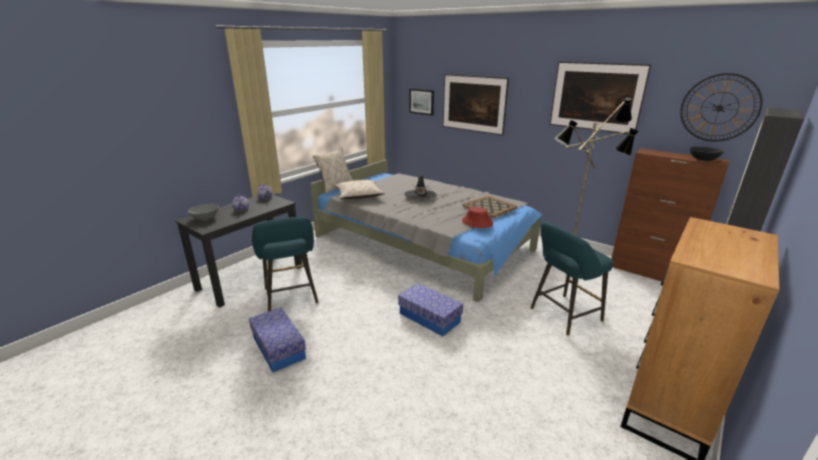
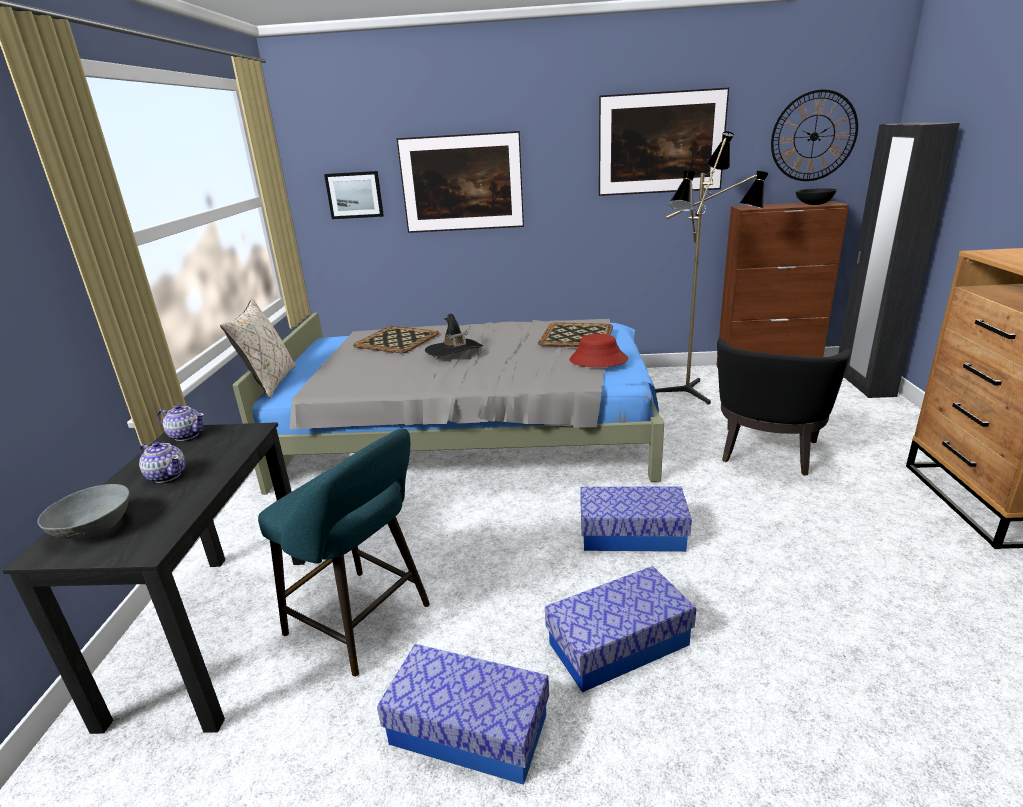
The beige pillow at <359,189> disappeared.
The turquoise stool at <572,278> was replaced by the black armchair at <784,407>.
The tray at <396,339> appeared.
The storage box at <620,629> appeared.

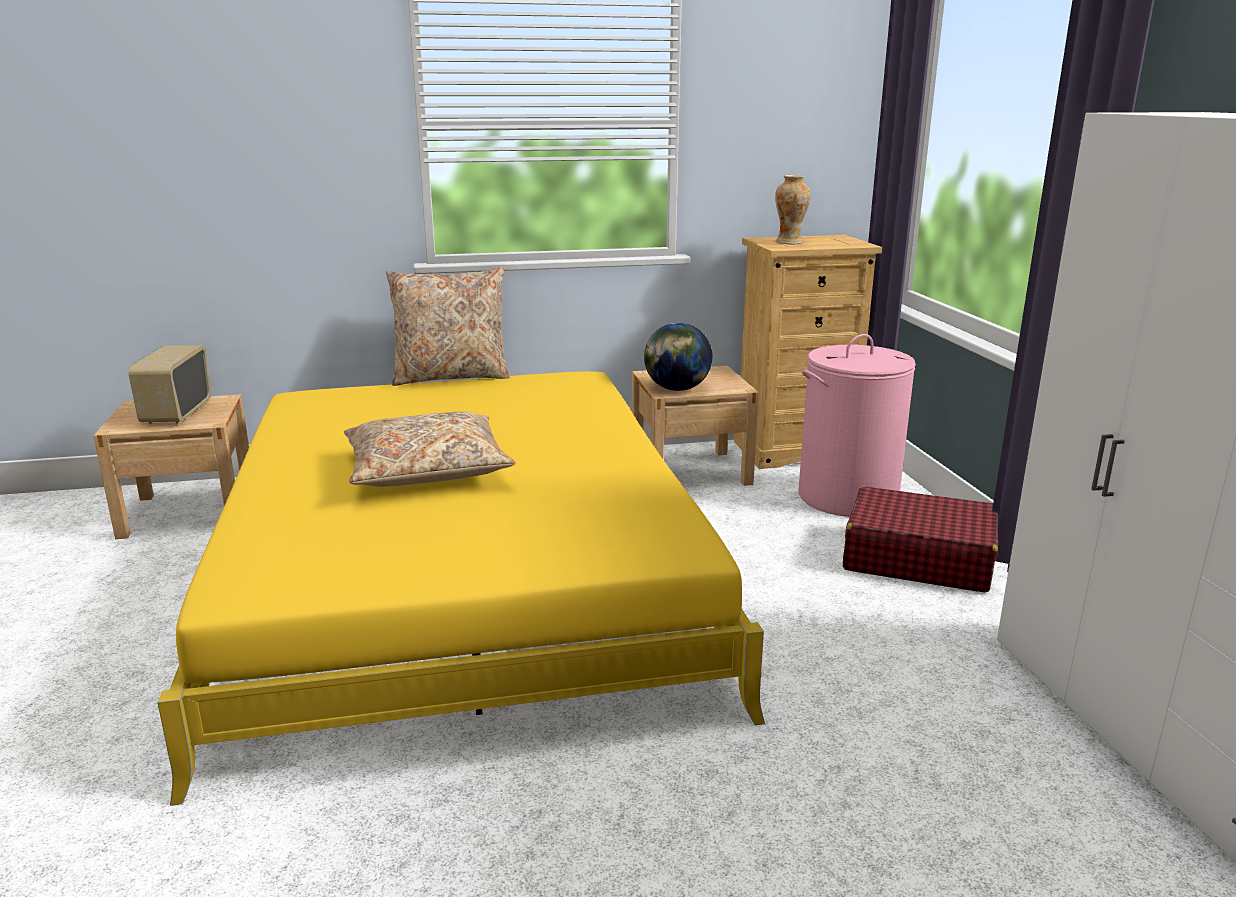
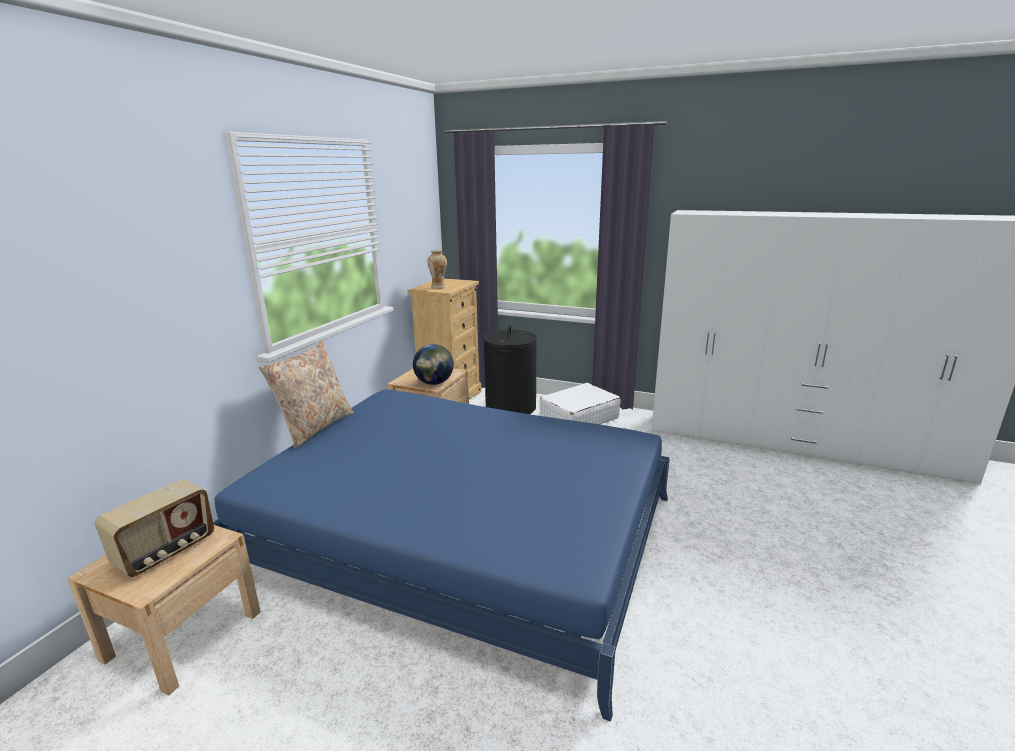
The pink laundry basket at <857,425> became the black laundry basket at <510,369>.
The radio at <170,384> turned 90 degrees counterclockwise.
The yellow bed at <461,588> became the blue bed at <441,555>.
The beige pillow at <430,449> disappeared.
The red suitcase at <920,539> became the white suitcase at <579,403>.

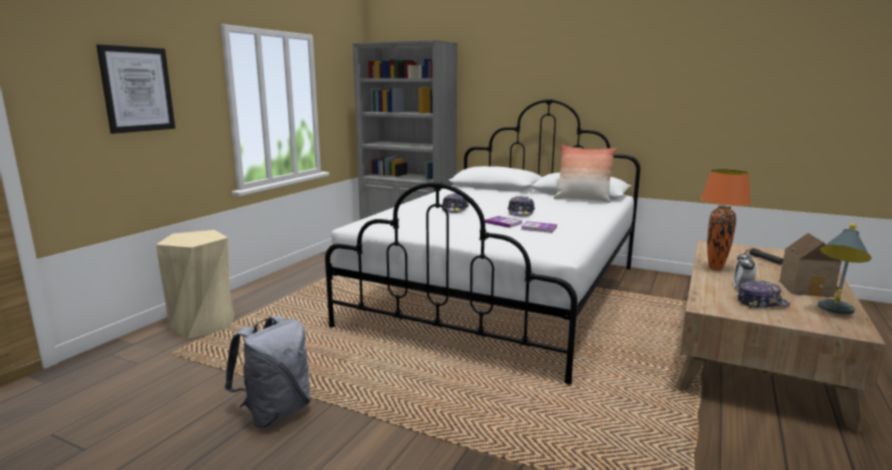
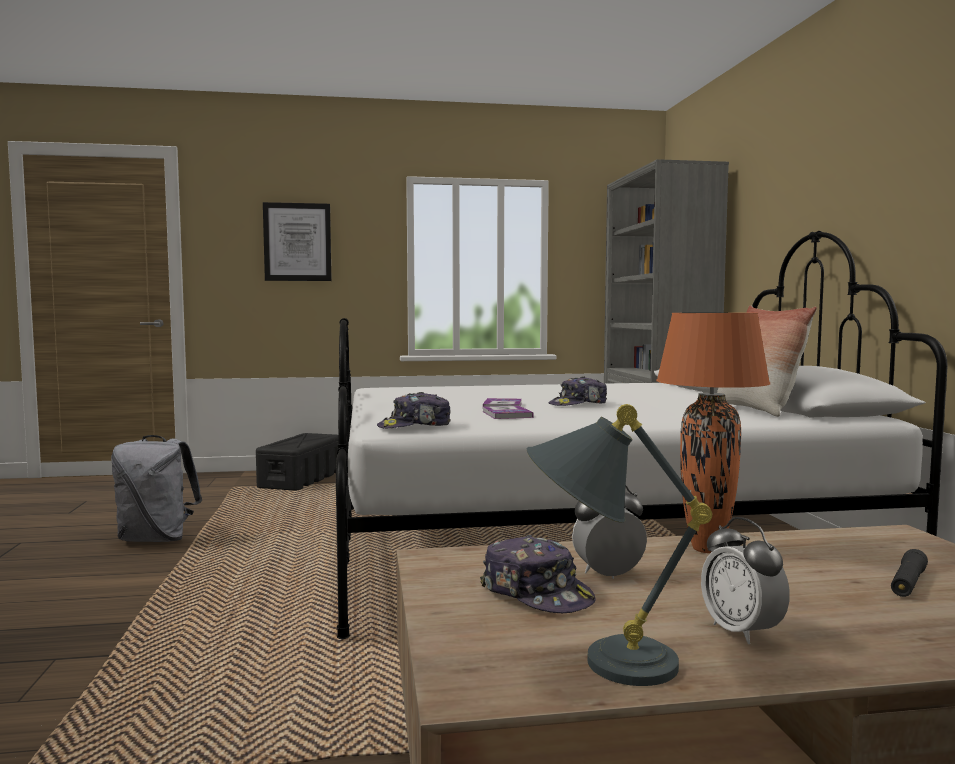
The cap moved from <455,203> to <414,410>.
The beige stool at <195,284> was replaced by the black storage box at <297,462>.
The toy house at <810,265> was replaced by the alarm clock at <745,580>.

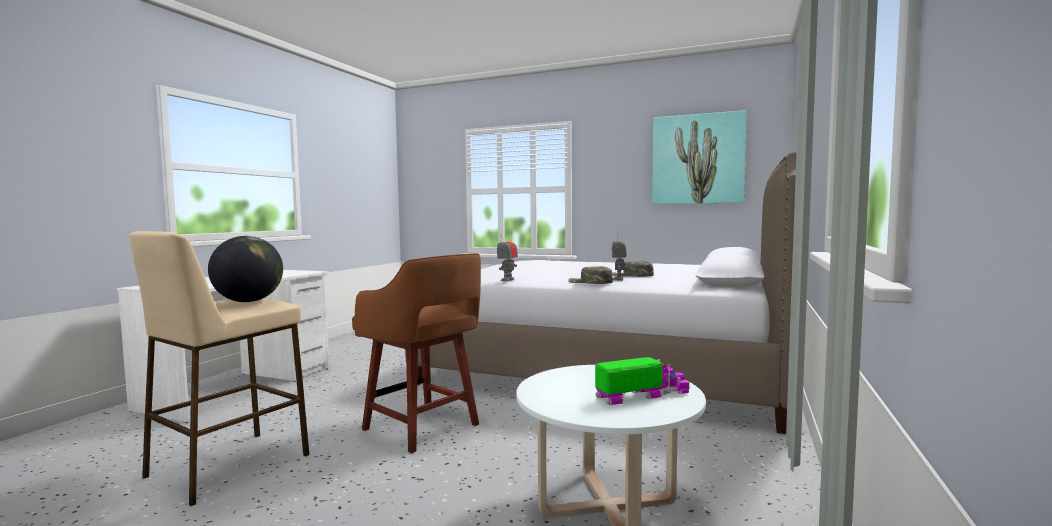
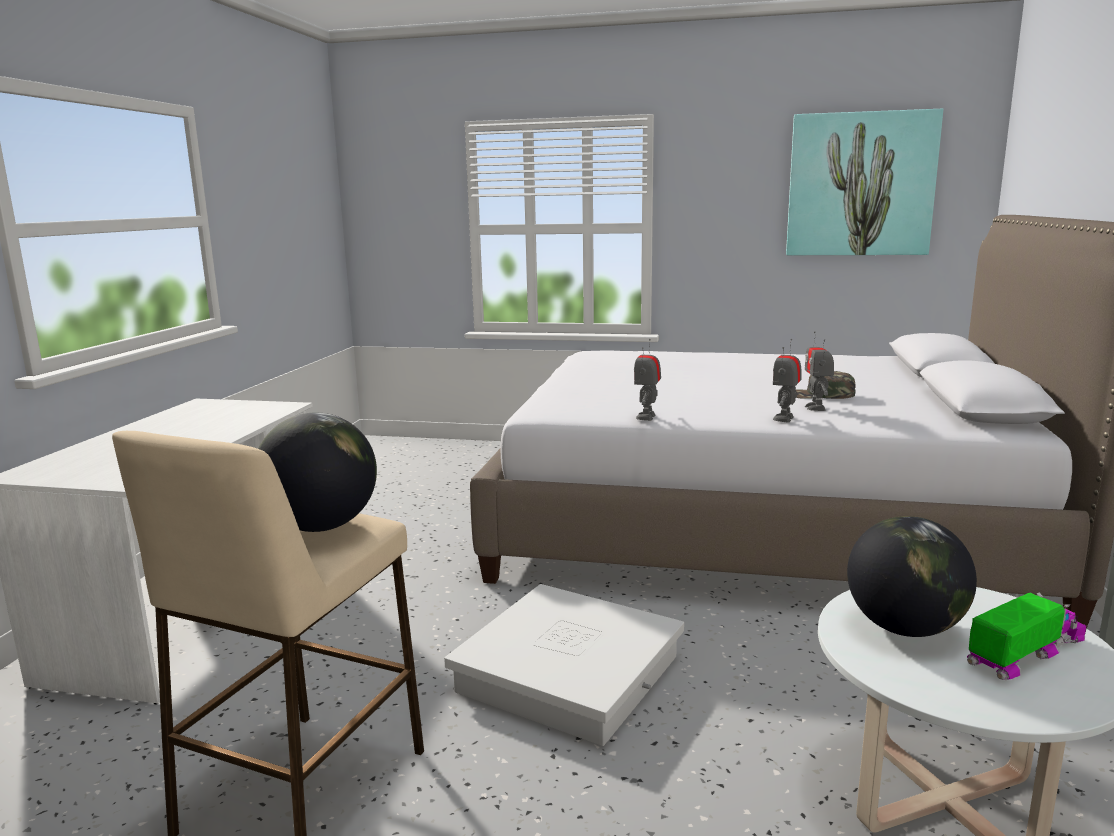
The brown stool at <416,353> was replaced by the white storage box at <564,665>.
The green cap at <590,275> was replaced by the toy robot at <787,381>.
The globe at <912,576> appeared.

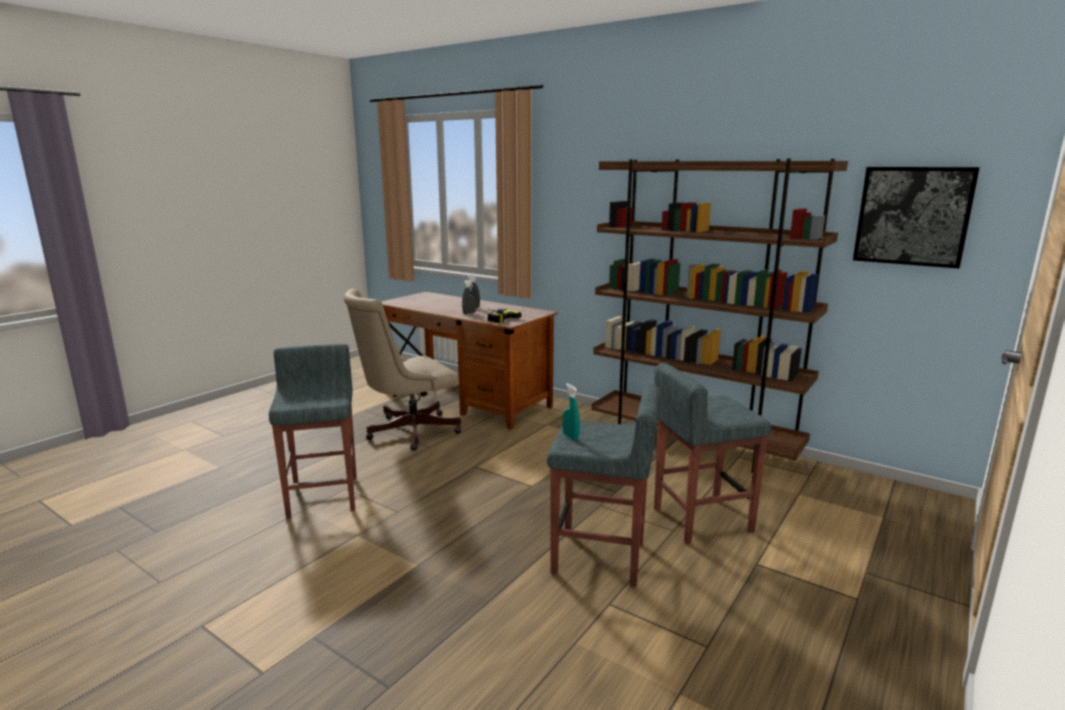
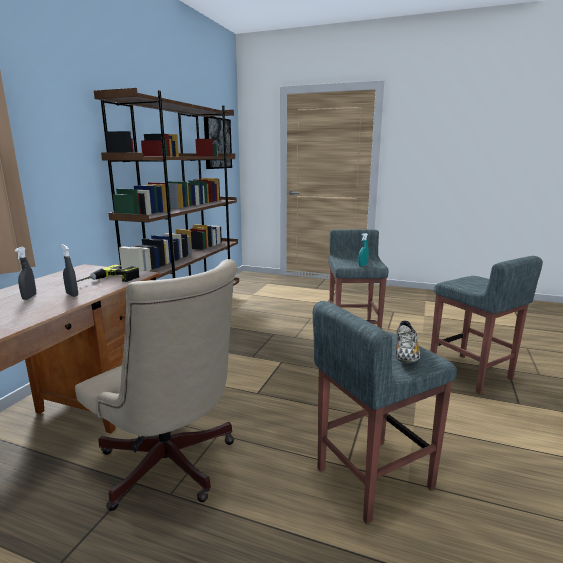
The grey stool moved from <713,453> to <487,325>.
The shoe at <408,342> appeared.

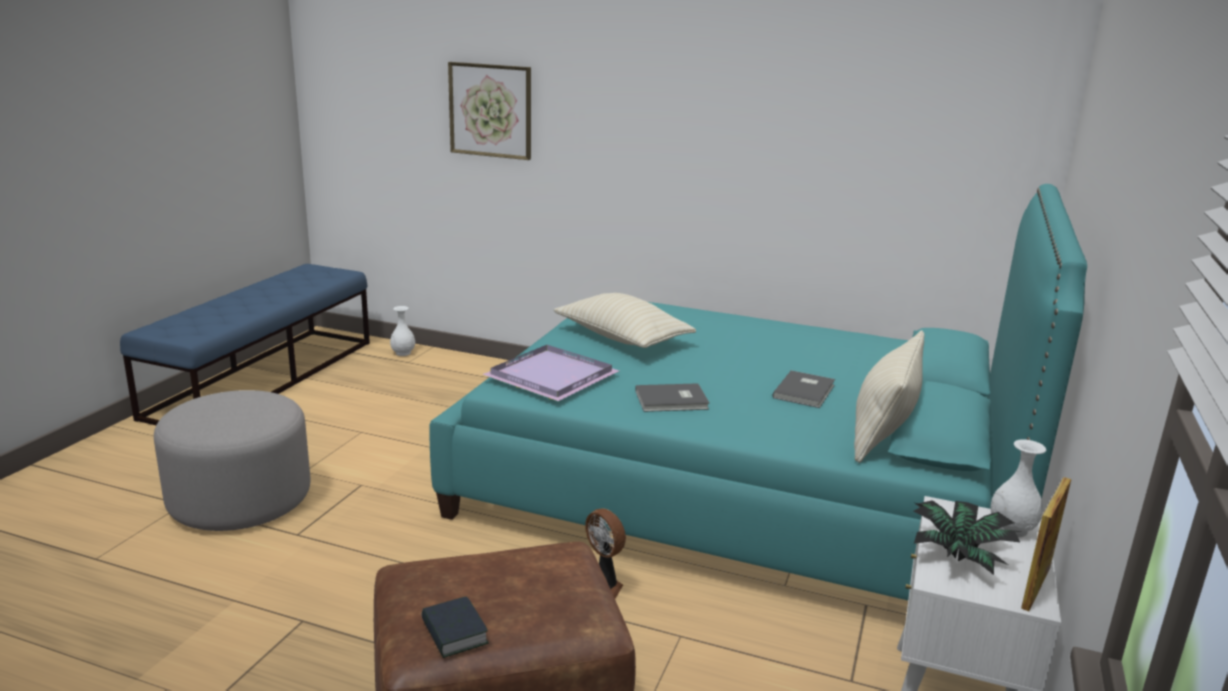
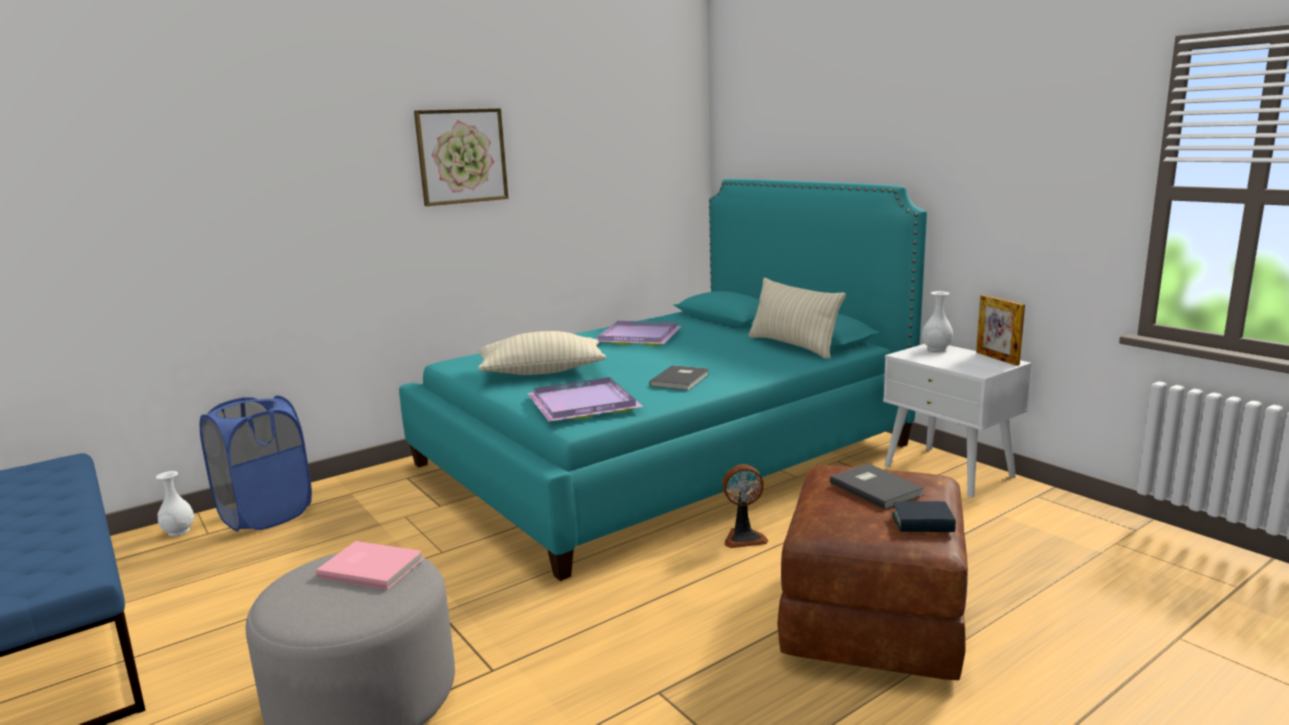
The picture moved from <489,111> to <461,157>.
The grey book moved from <803,389> to <877,486>.
The potted plant at <967,537> disappeared.
The purple tray at <638,333> appeared.
The blue laundry basket at <256,464> appeared.
The pink book at <370,565> appeared.

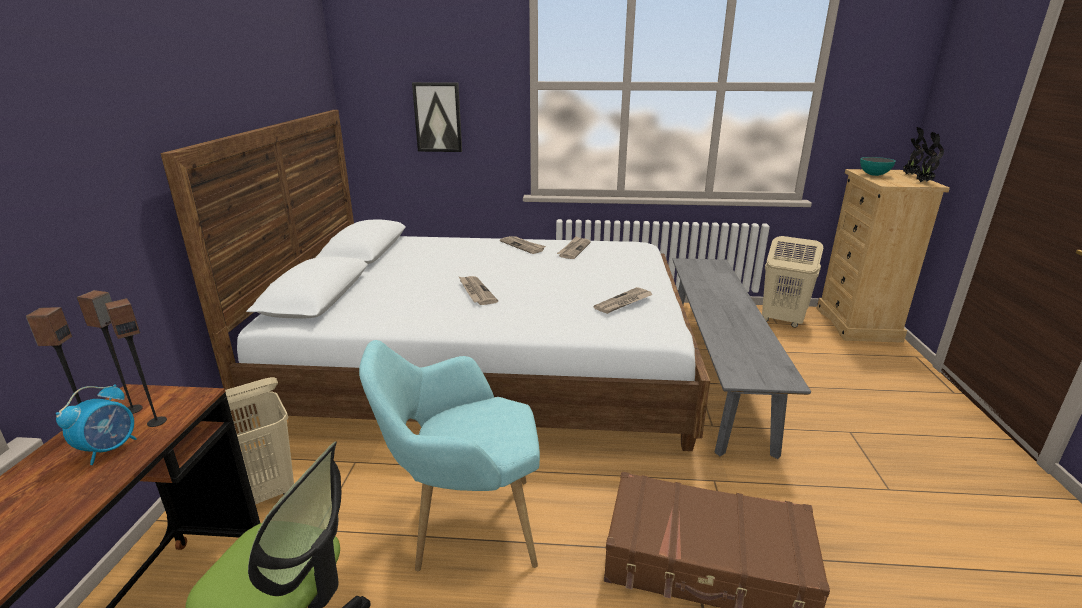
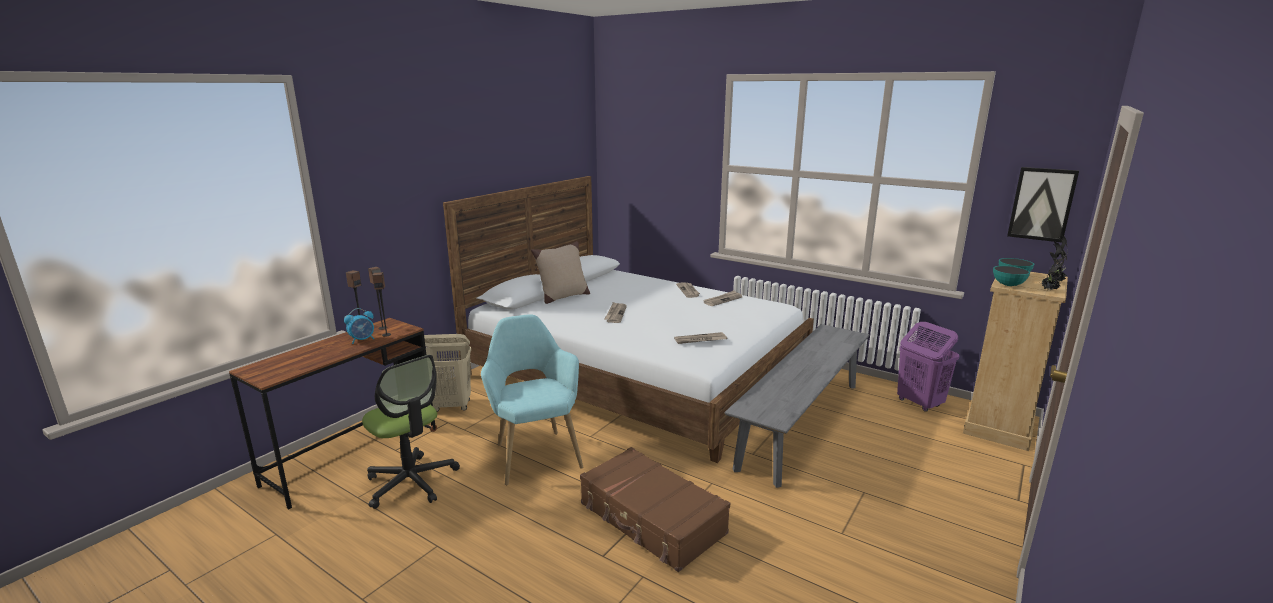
The picture moved from <437,117> to <1043,205>.
The beige laundry basket at <792,282> became the purple laundry basket at <928,367>.
The turquoise armchair at <449,455> turned 45 degrees clockwise.
The beige pillow at <560,272> appeared.
The bowl at <1011,276> appeared.

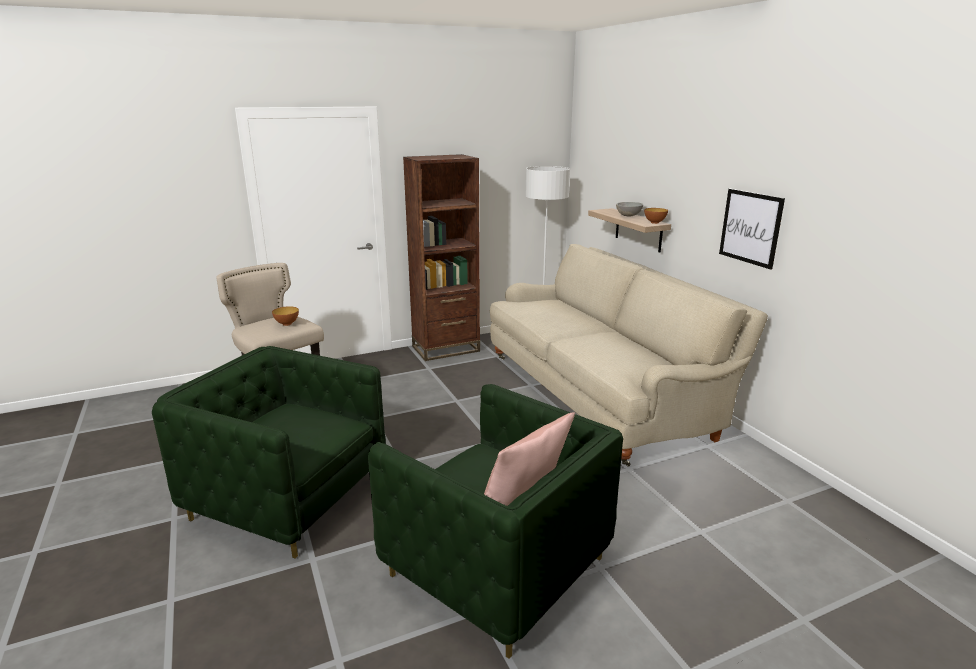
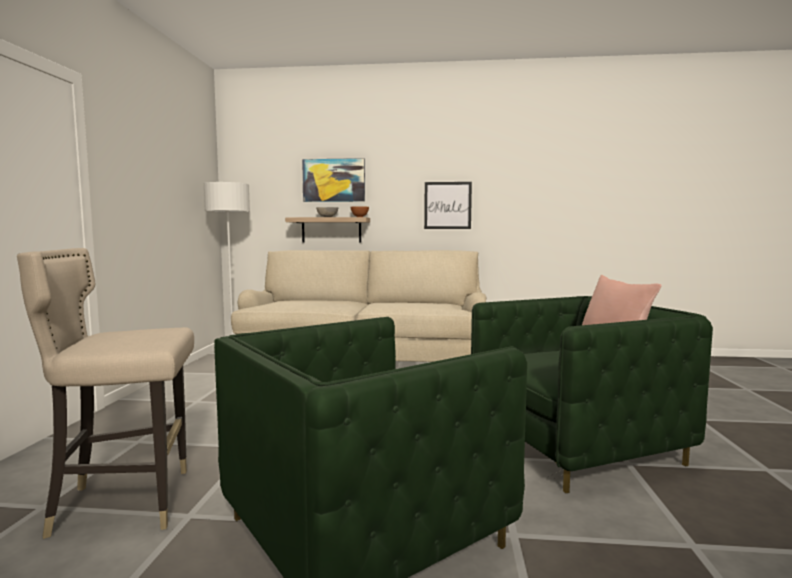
The brown bookcase at <441,257> disappeared.
The bowl at <285,316> disappeared.
The picture at <333,180> appeared.

